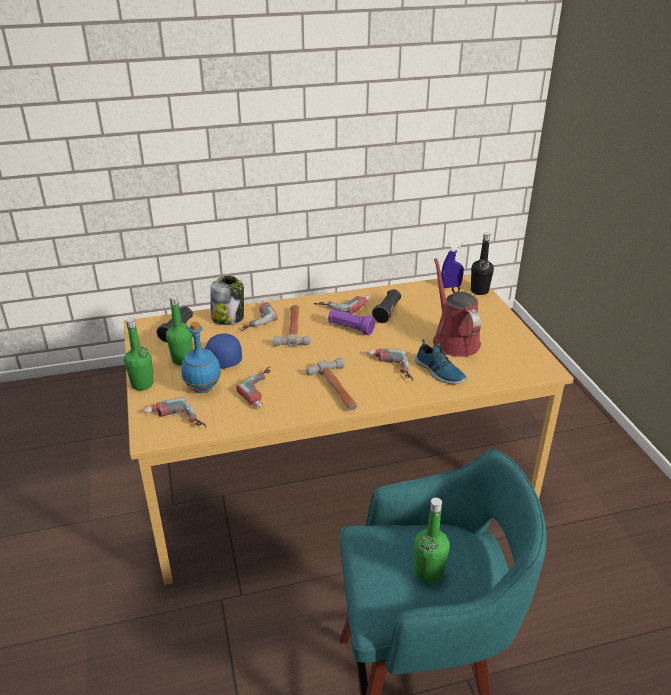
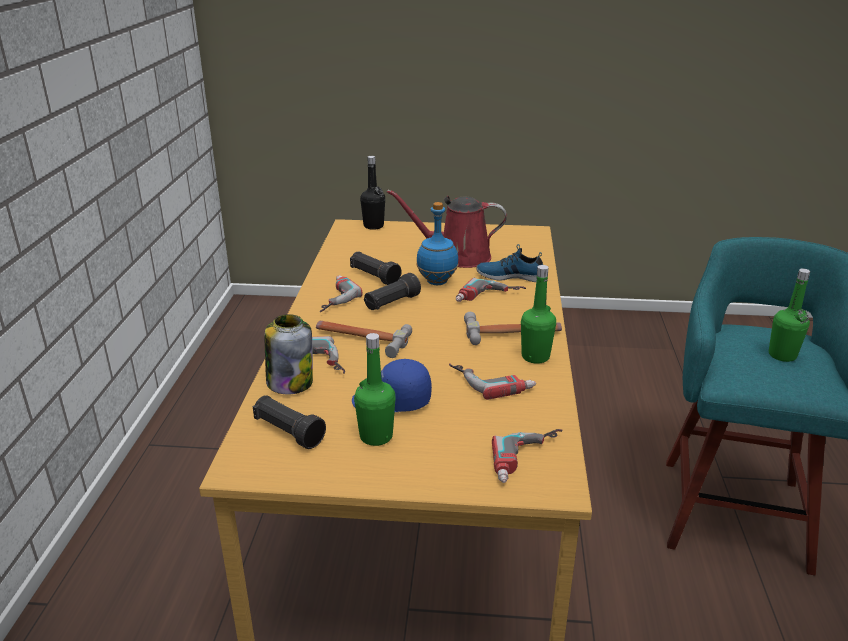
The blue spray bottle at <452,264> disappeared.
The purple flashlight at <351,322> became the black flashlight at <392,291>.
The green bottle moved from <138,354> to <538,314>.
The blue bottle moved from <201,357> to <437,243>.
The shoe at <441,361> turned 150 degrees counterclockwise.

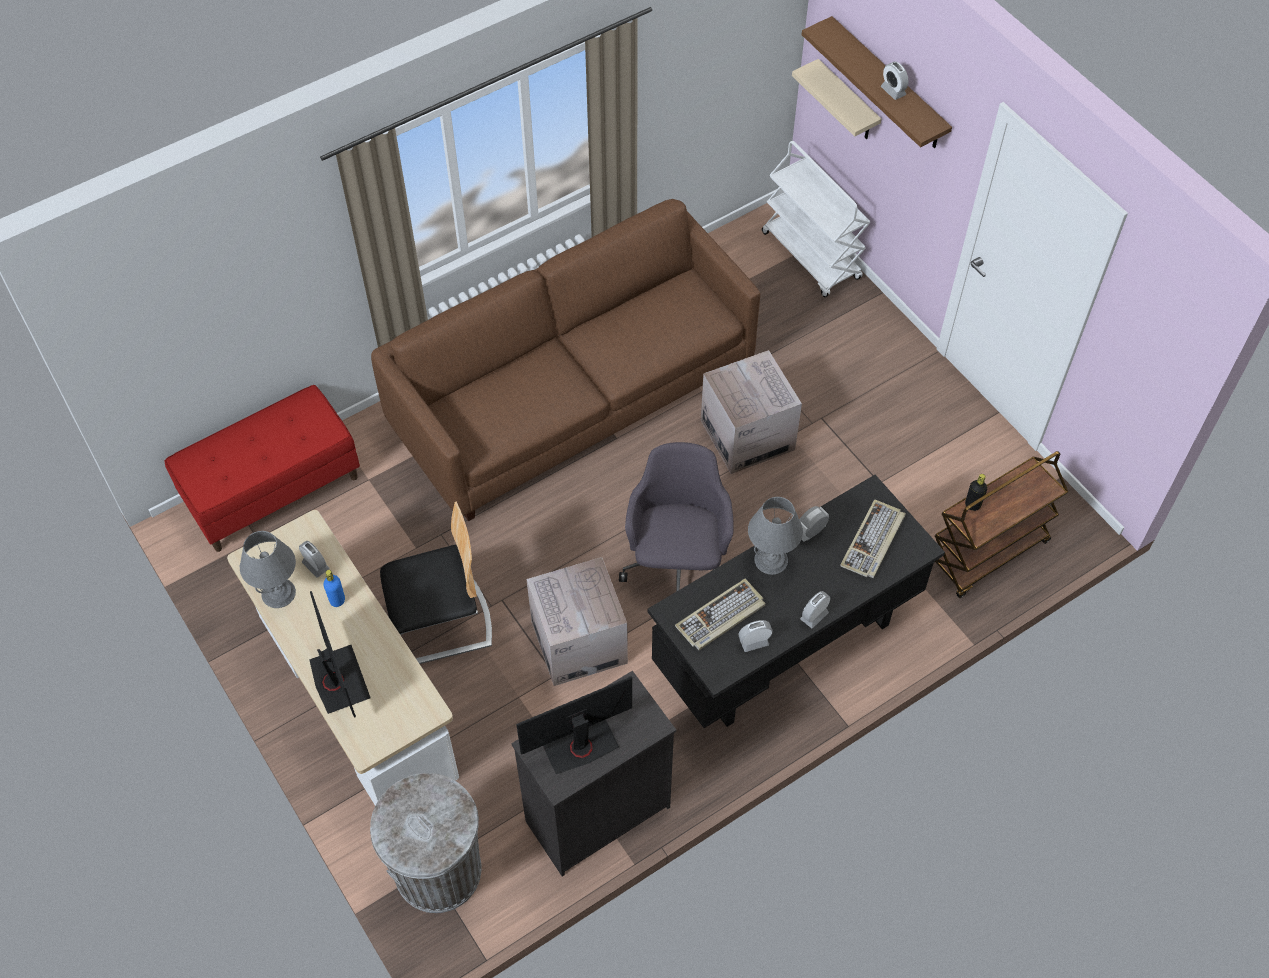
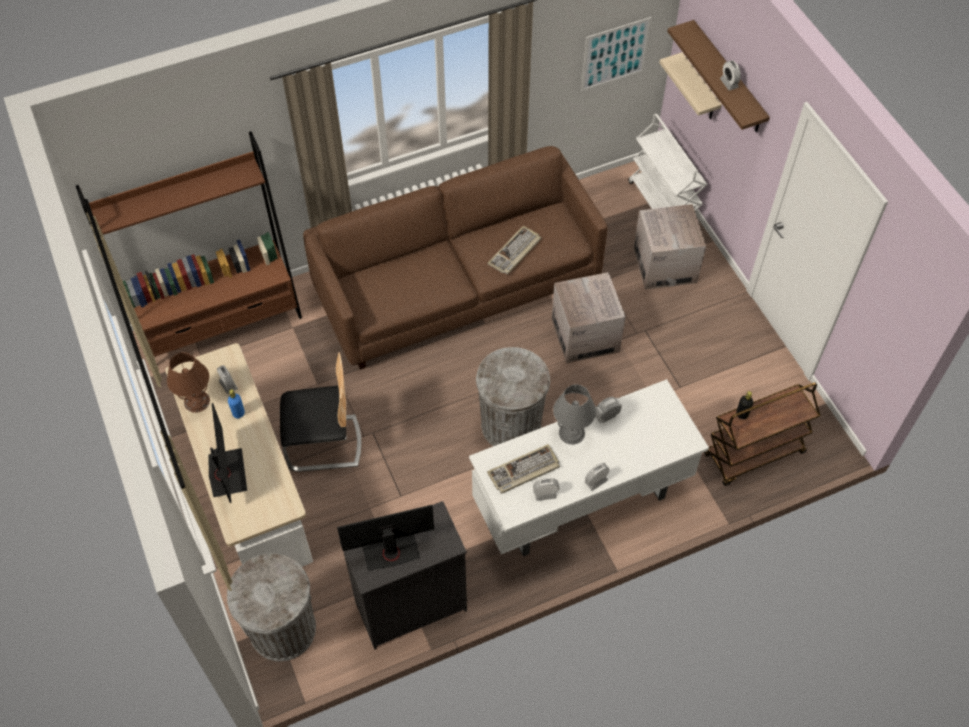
The red bench at <262,468> was replaced by the brown bookcase at <189,244>.
The grey office chair at <676,517> was replaced by the grey trash can at <513,396>.
The black desk at <796,601> became the white desk at <589,468>.
The keyboard moved from <873,539> to <514,250>.
The grey table lamp at <268,569> became the brown table lamp at <188,382>.
The cardboard box moved from <577,621> to <669,247>.
The picture at <616,54> appeared.

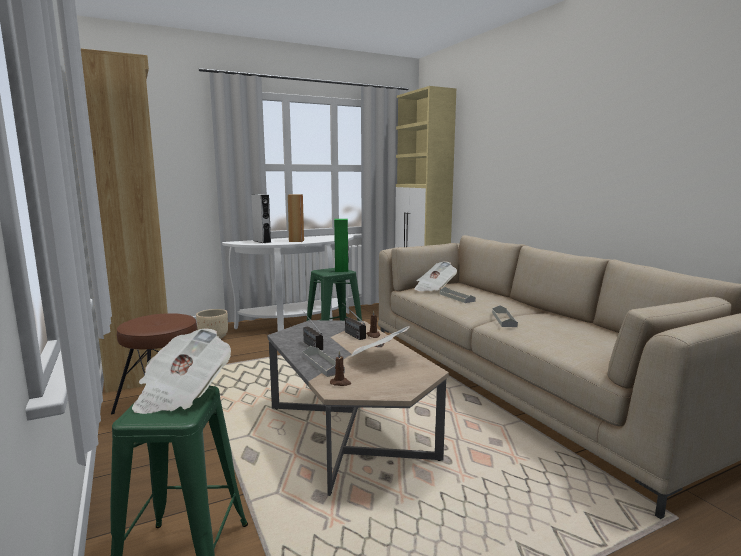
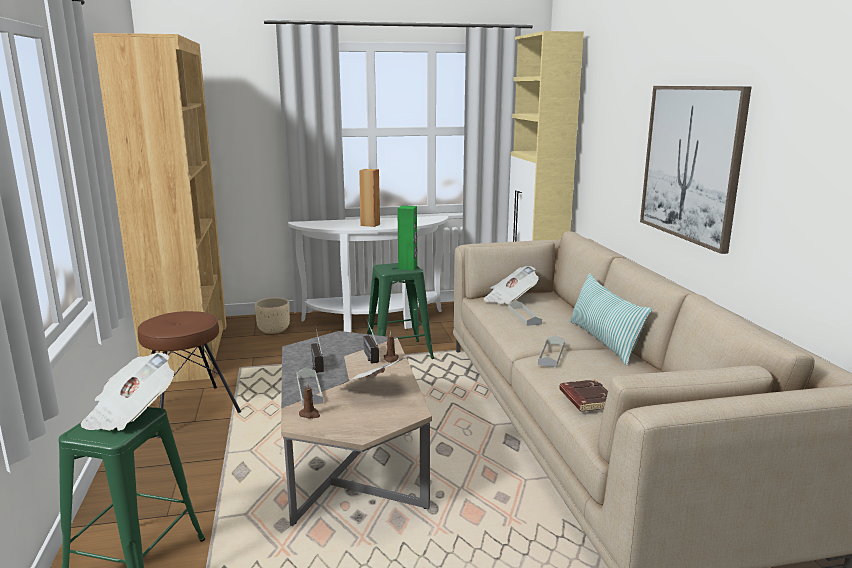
The grey speaker at <261,218> disappeared.
The picture at <696,170> appeared.
The pillow at <610,319> appeared.
The brown book at <583,396> appeared.

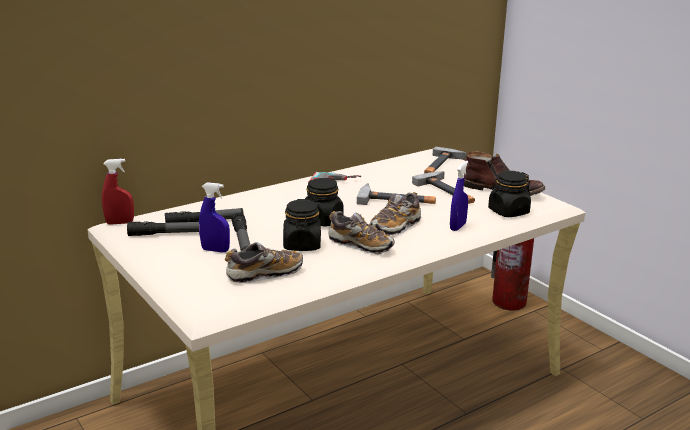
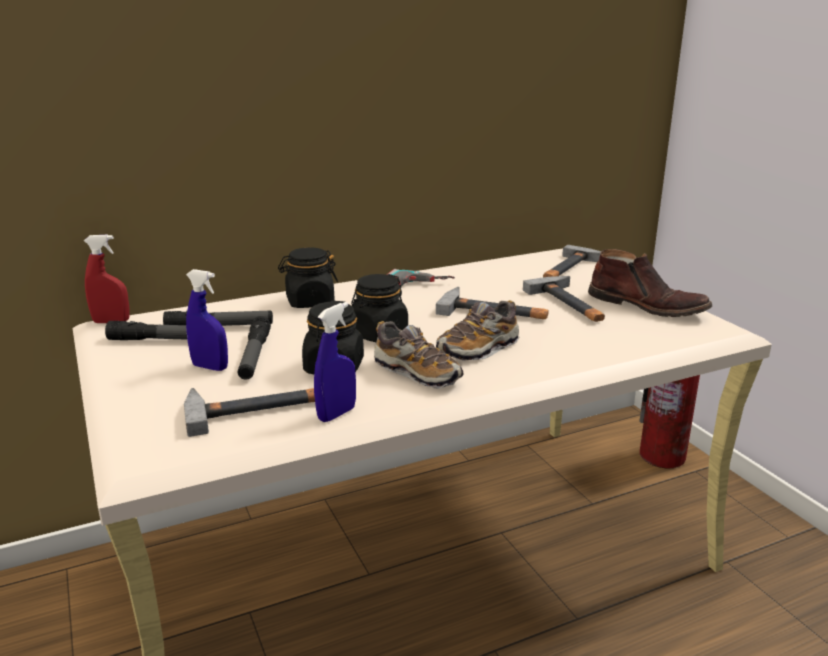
The blue spray bottle moved from <459,196> to <335,362>.
The black jar moved from <509,194> to <308,277>.
The shoe at <264,262> was replaced by the hammer at <249,412>.

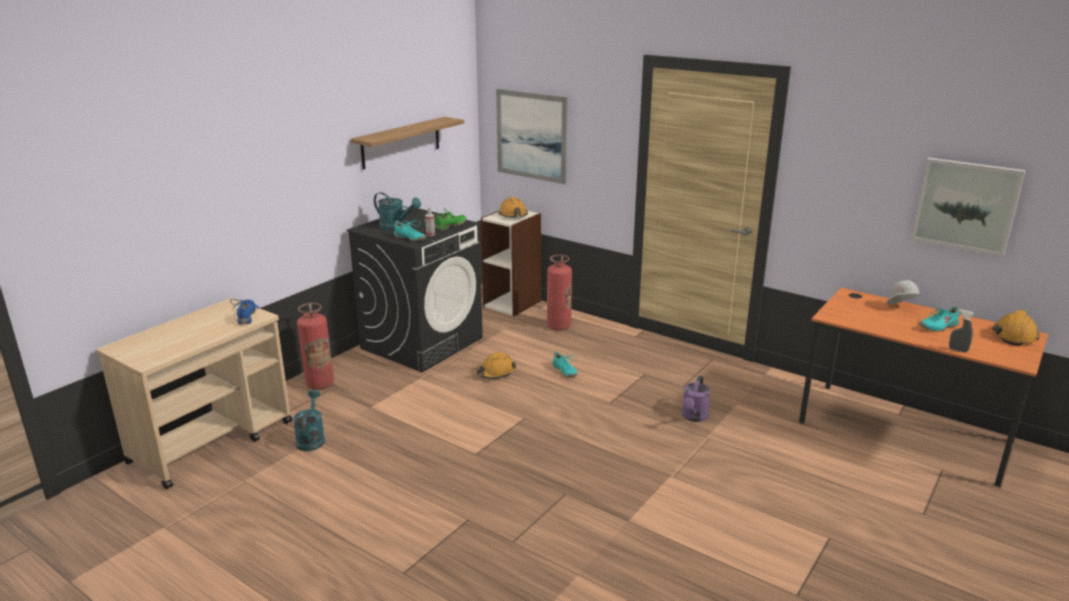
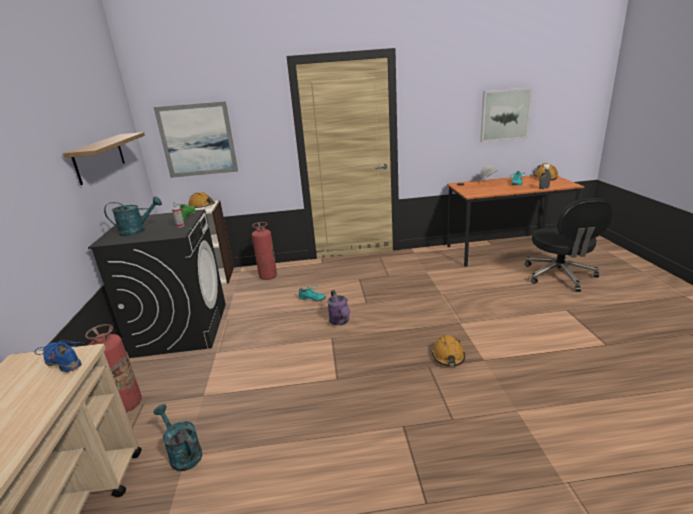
The turquoise shoe at <410,231> disappeared.
The orange hard hat moved from <496,366> to <448,350>.
The purple watering can moved from <696,398> to <338,307>.
The black office chair at <569,245> appeared.

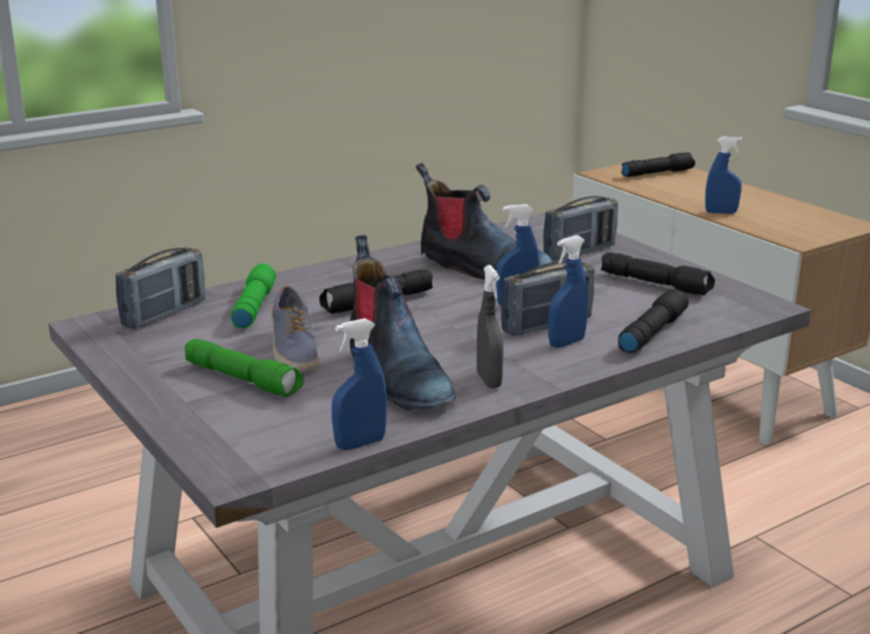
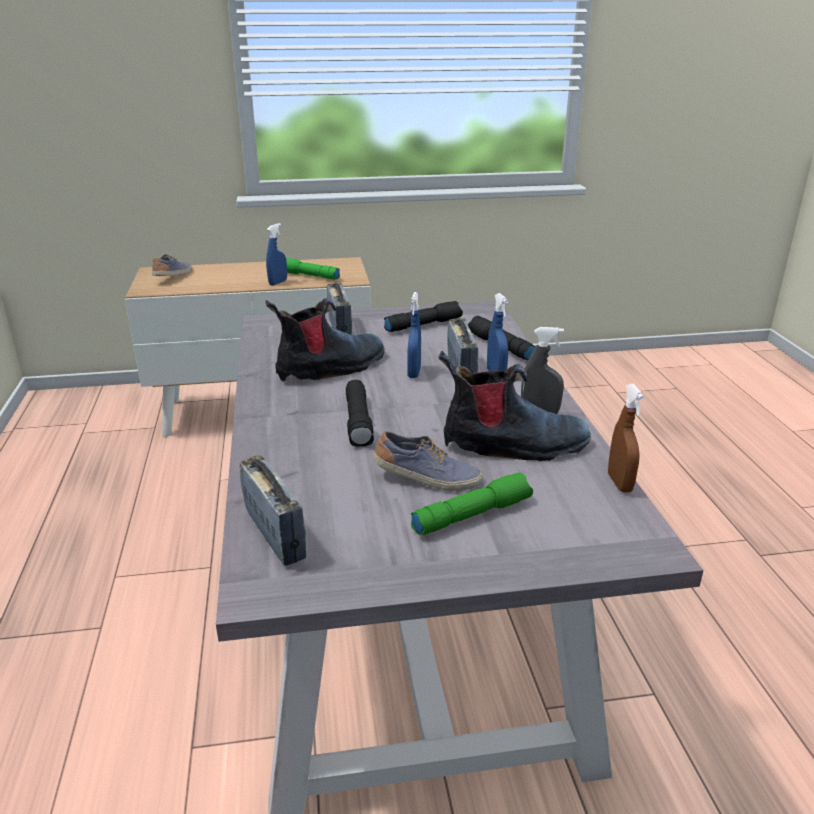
The black flashlight at <658,164> was replaced by the shoe at <172,265>.
The green flashlight moved from <253,295> to <313,269>.
The blue spray bottle at <359,384> became the brown spray bottle at <626,438>.

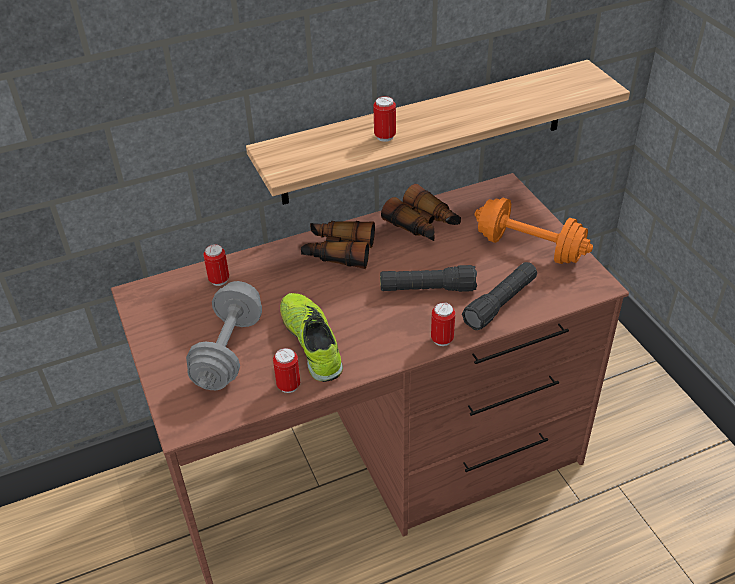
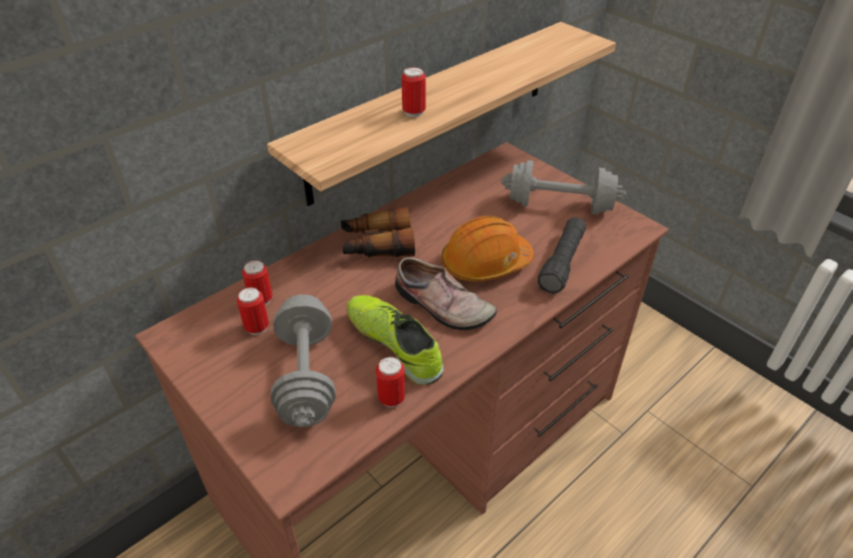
The binoculars at <421,212> disappeared.
The orange dumbbell at <533,230> became the grey dumbbell at <563,187>.
The black flashlight at <428,278> was replaced by the orange hard hat at <487,248>.
The can moved from <443,324> to <253,311>.
The shoe at <446,293> appeared.

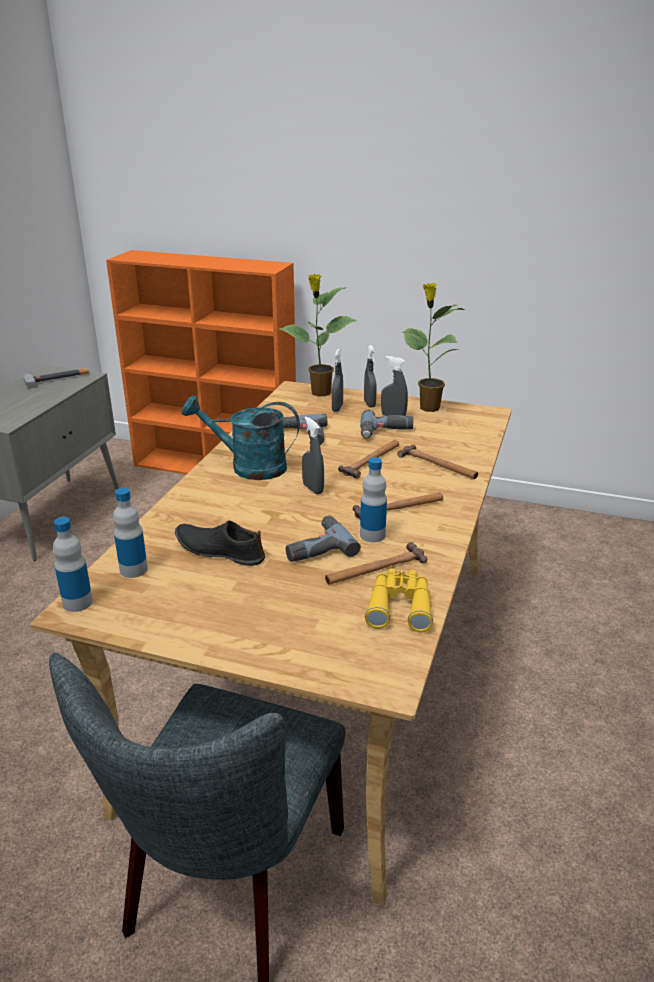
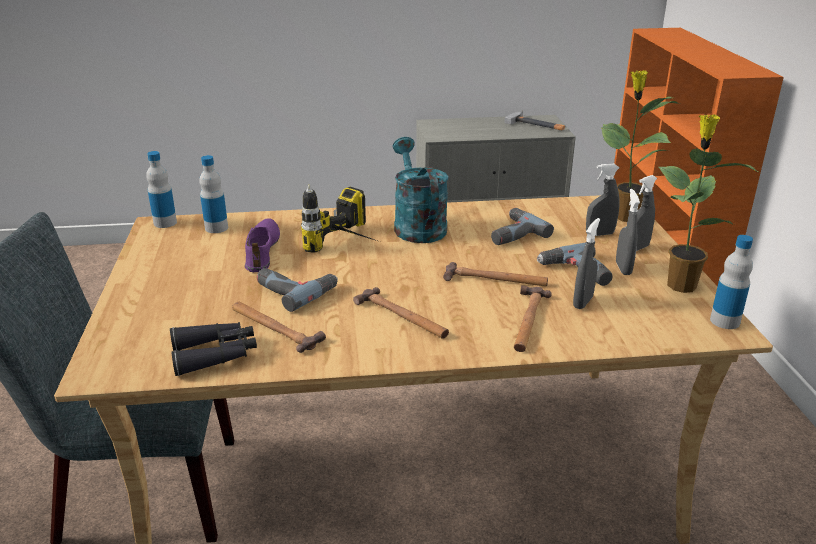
The grey spray bottle moved from <313,455> to <586,263>.
The bottle moved from <373,499> to <731,282>.
The black shoe at <220,543> became the purple shoe at <262,245>.
The yellow binoculars at <399,600> became the black binoculars at <213,349>.
The power drill at <340,219> appeared.

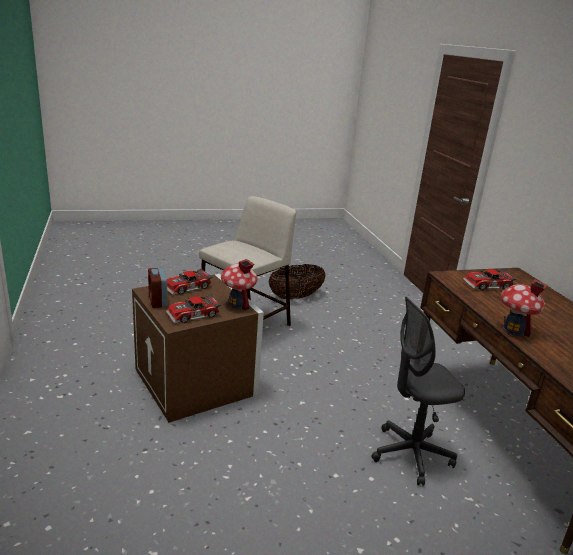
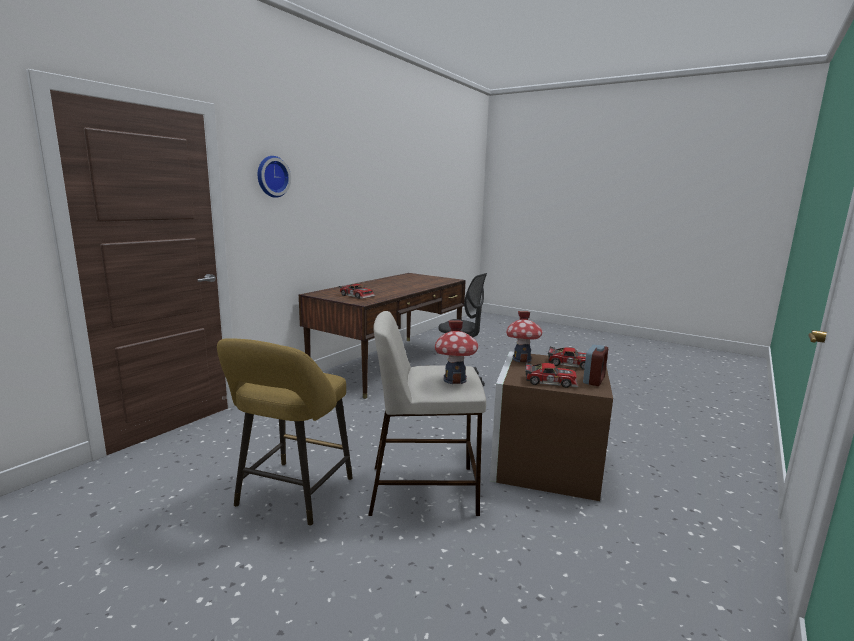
The basket at <297,281> was replaced by the yellow stool at <284,432>.
The toy house moved from <524,308> to <456,352>.
The wall clock at <274,177> appeared.

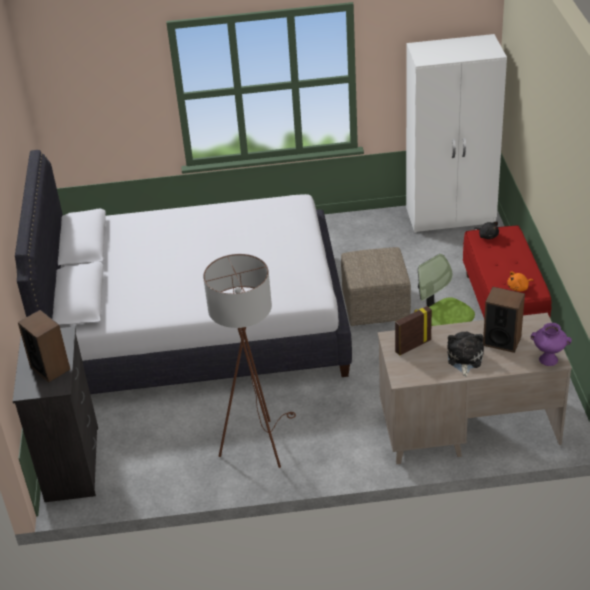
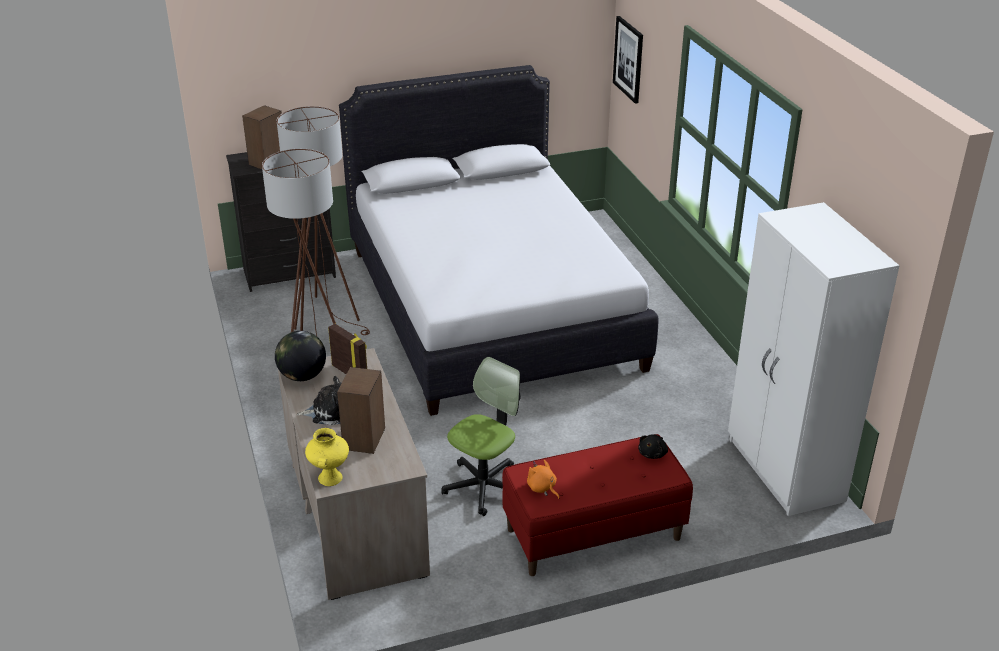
The beige ottoman at <376,286> disappeared.
The purple vase at <551,344> became the yellow vase at <327,457>.
The picture at <628,60> appeared.
The brown floor lamp at <323,220> appeared.
The globe at <300,356> appeared.

